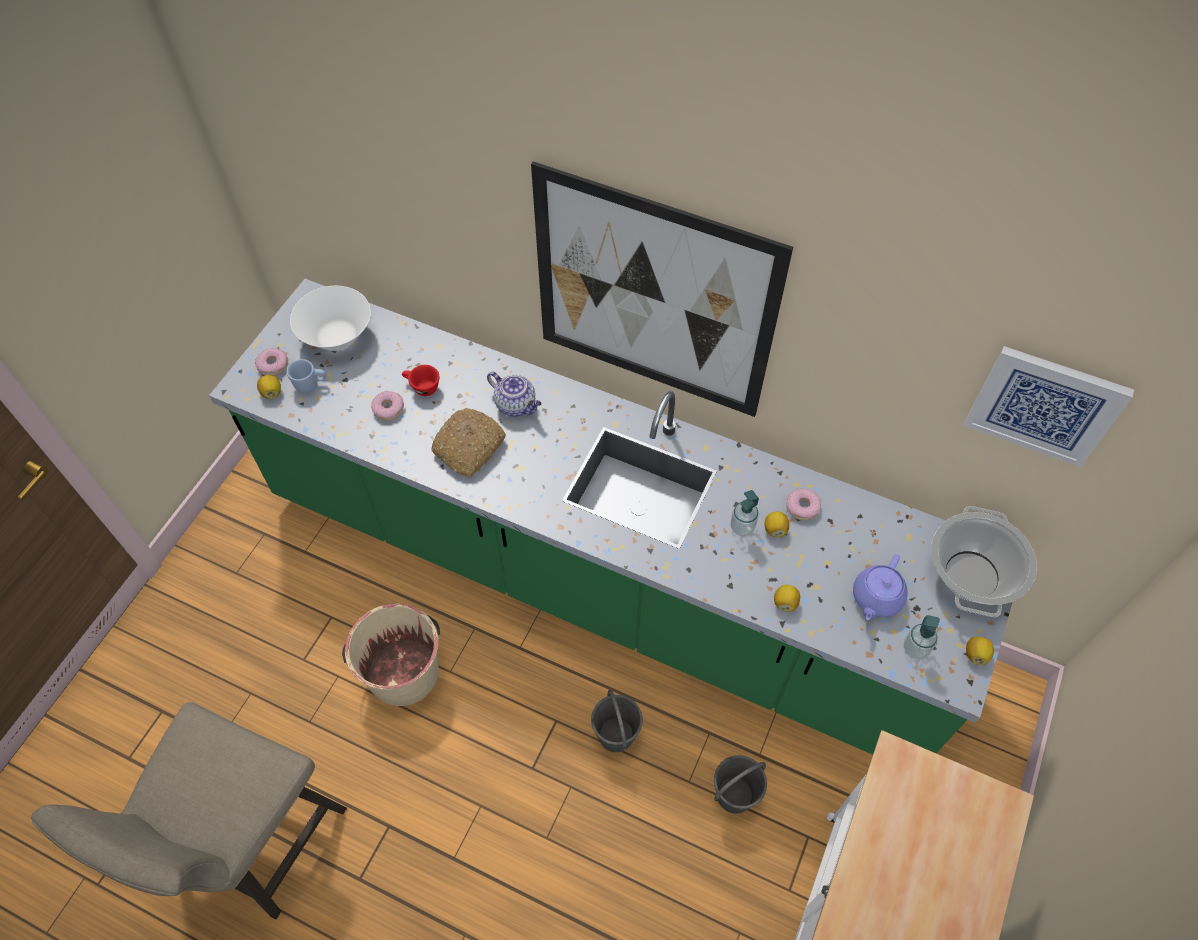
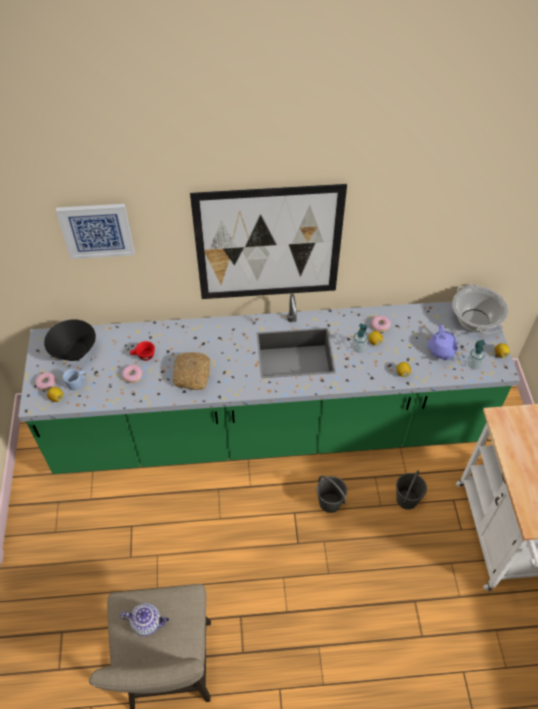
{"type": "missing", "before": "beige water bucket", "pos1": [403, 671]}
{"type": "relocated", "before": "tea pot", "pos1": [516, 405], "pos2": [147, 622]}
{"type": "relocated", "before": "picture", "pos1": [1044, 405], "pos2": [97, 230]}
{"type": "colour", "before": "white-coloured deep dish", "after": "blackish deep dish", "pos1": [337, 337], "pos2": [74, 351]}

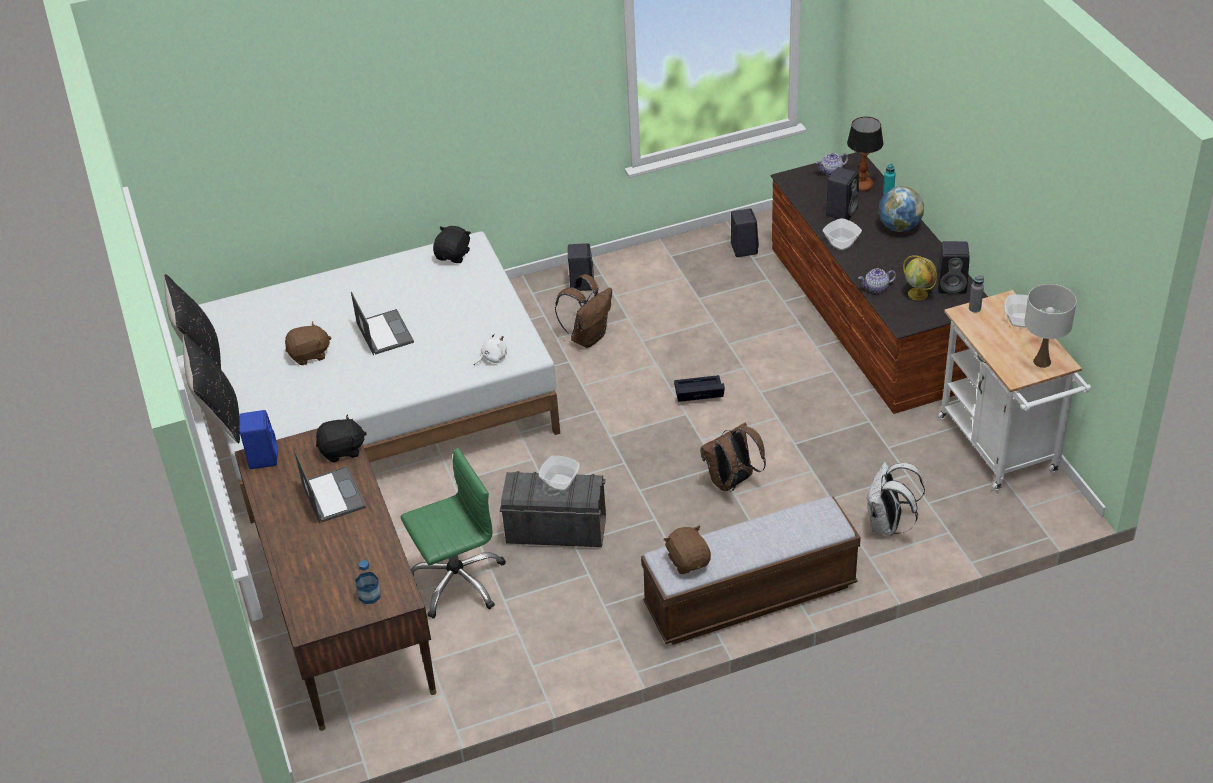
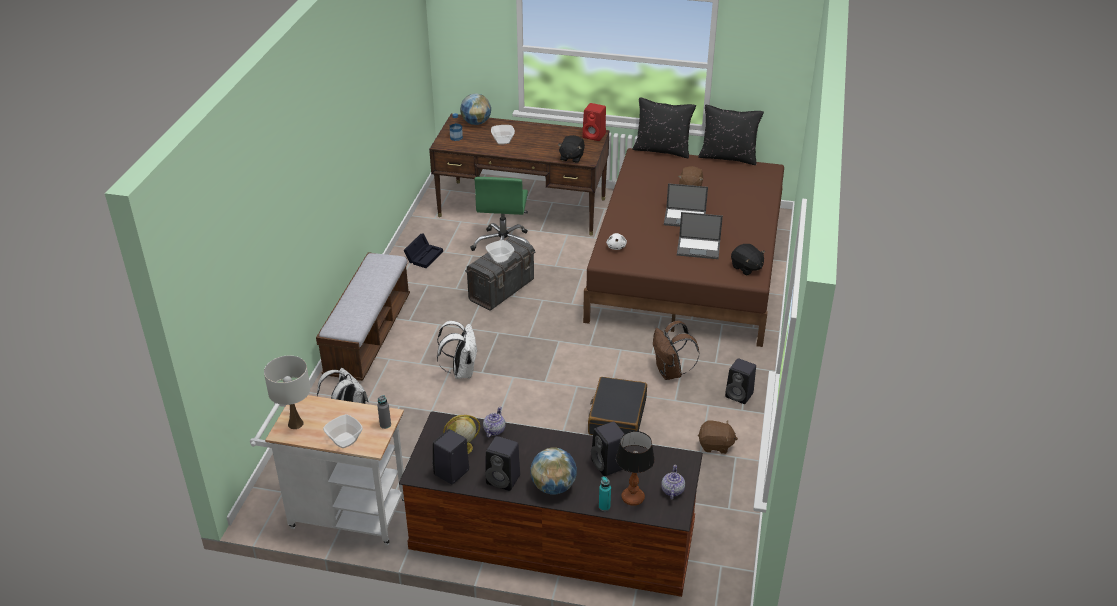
{"type": "appeared", "after": "desk globe", "pos2": [476, 123]}
{"type": "appeared", "after": "blackish piece of luggage", "pos2": [617, 416]}
{"type": "relocated", "before": "notebook computer", "pos1": [332, 495], "pos2": [699, 248]}
{"type": "relocated", "before": "brown-coloured cuddly toy", "pos1": [688, 561], "pos2": [715, 445]}
{"type": "relocated", "before": "blackish storage bin", "pos1": [698, 394], "pos2": [424, 256]}
{"type": "relocated", "before": "blackish loudspeaker", "pos1": [743, 248], "pos2": [504, 479]}
{"type": "relocated", "before": "deep dish", "pos1": [840, 243], "pos2": [503, 141]}
{"type": "colour", "before": "white-coloured sleeping bed", "after": "brown-coloured sleeping bed", "pos1": [377, 401], "pos2": [687, 266]}
{"type": "colour", "before": "blue loudspeaker", "after": "red-coloured loudspeaker", "pos1": [262, 457], "pos2": [595, 136]}
{"type": "colour", "before": "brown-coloured knapsack", "after": "white-coloured knapsack", "pos1": [732, 483], "pos2": [461, 371]}

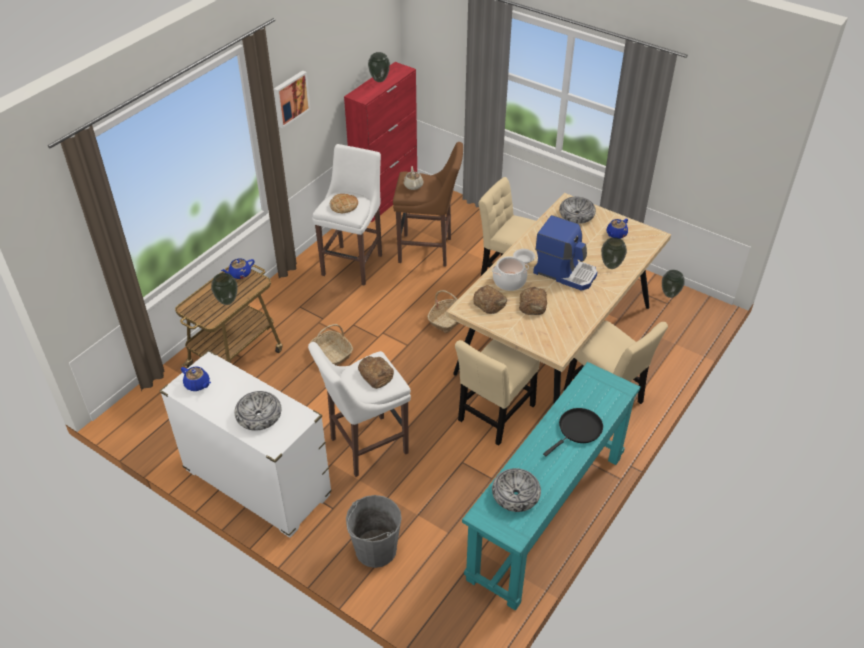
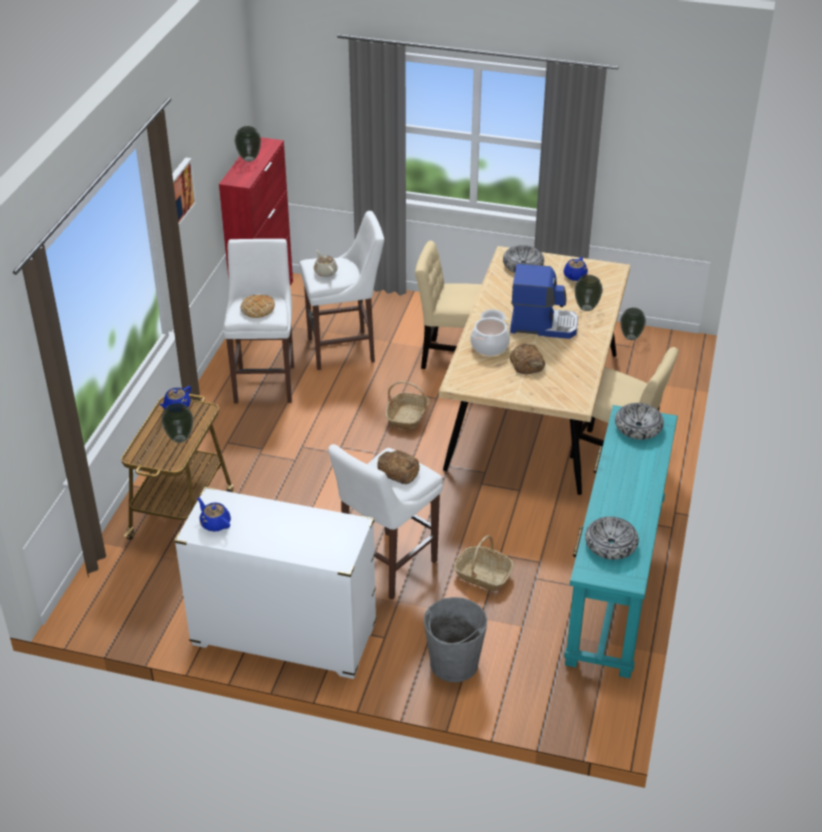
{"type": "missing", "before": "beige upright chair", "pos1": [494, 416]}
{"type": "missing", "before": "baked bread", "pos1": [489, 302]}
{"type": "missing", "before": "blackish frying pan", "pos1": [578, 430]}
{"type": "relocated", "before": "deep dish", "pos1": [259, 415], "pos2": [638, 427]}
{"type": "relocated", "before": "storage basket", "pos1": [331, 353], "pos2": [483, 575]}
{"type": "colour", "before": "brown-coloured stool seat", "after": "white-coloured stool seat", "pos1": [428, 250], "pos2": [345, 350]}
{"type": "spun", "before": "blue tea pot", "pos1": [197, 384], "pos2": [215, 523], "turn": -150}

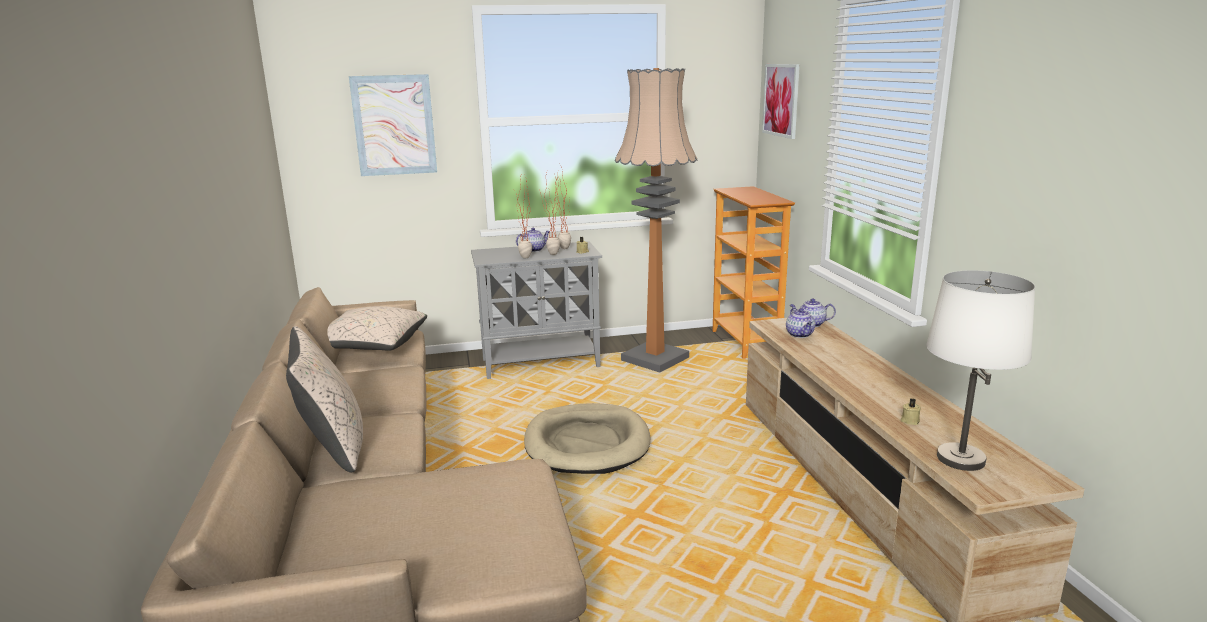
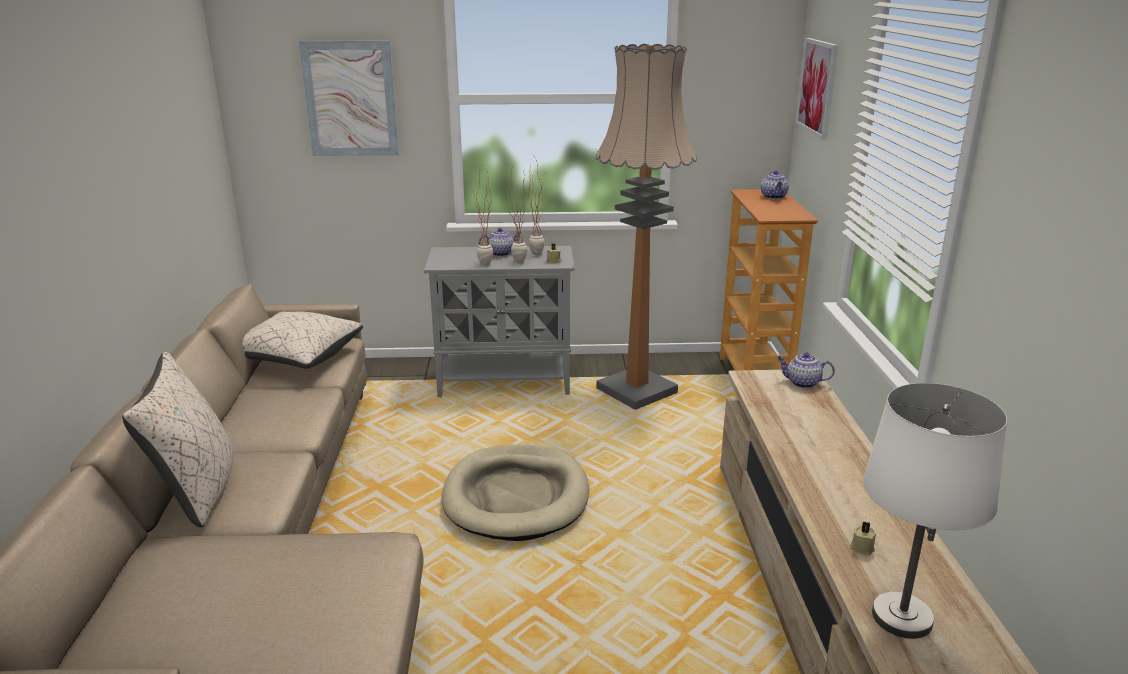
{"type": "relocated", "before": "tea pot", "pos1": [800, 335], "pos2": [774, 197]}

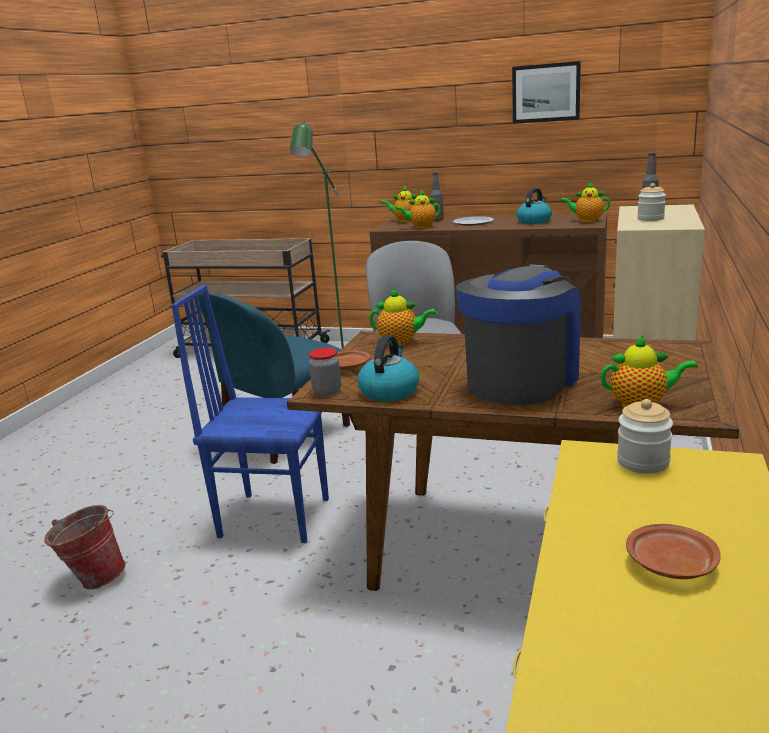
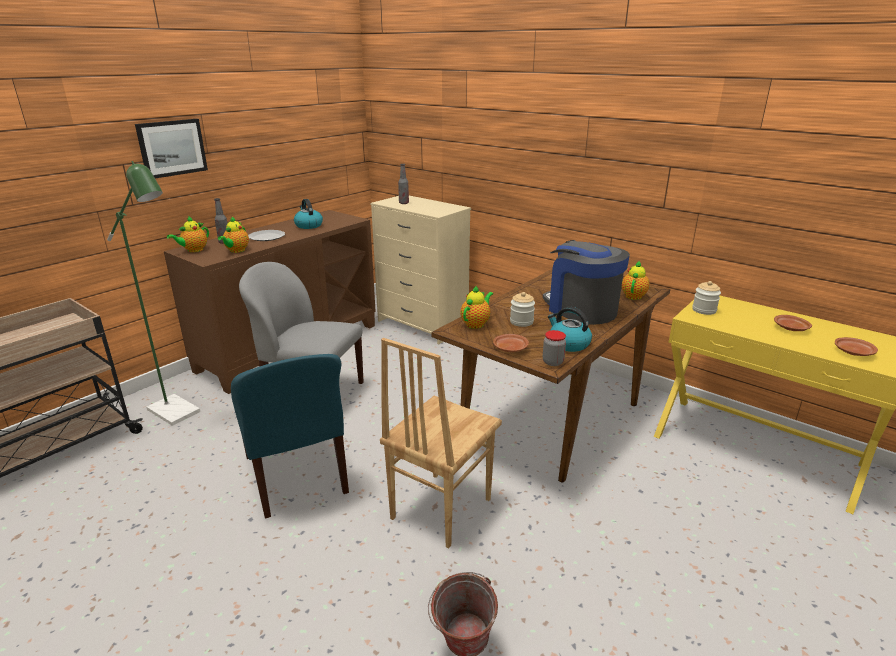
{"type": "missing", "before": "tea pot", "pos1": [586, 220]}
{"type": "appeared", "after": "brown-coloured plate", "pos2": [853, 352]}
{"type": "relocated", "before": "picture", "pos1": [546, 93], "pos2": [172, 148]}
{"type": "relocated", "before": "jar", "pos1": [650, 219], "pos2": [521, 322]}
{"type": "colour", "before": "blue upright chair", "after": "brown-coloured upright chair", "pos1": [274, 516], "pos2": [439, 508]}

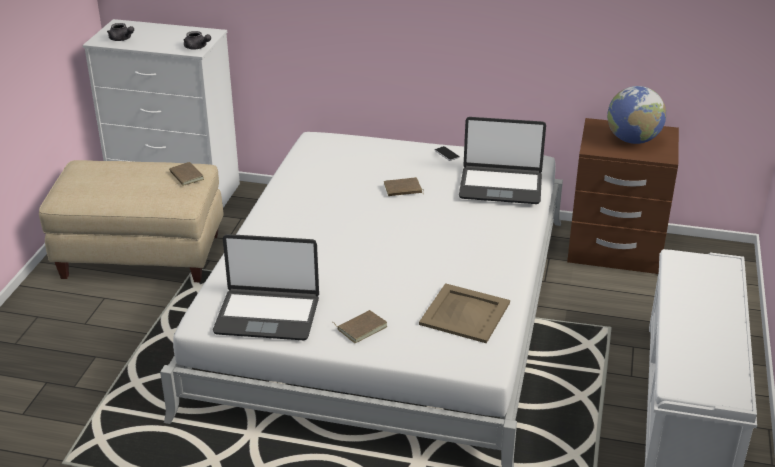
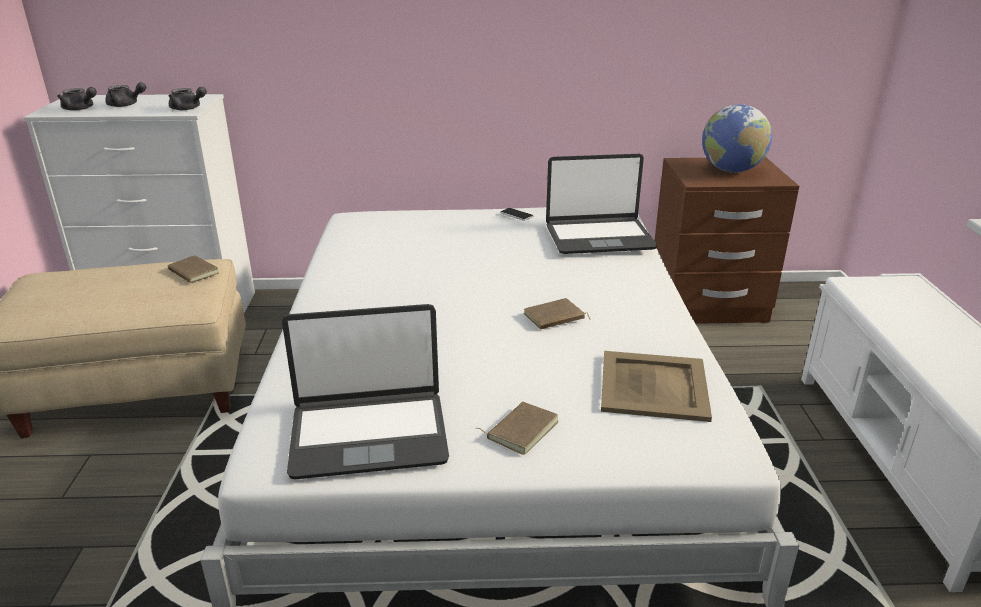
{"type": "appeared", "after": "grey tea pot", "pos2": [126, 105]}
{"type": "relocated", "before": "brown-coloured book", "pos1": [403, 190], "pos2": [554, 318]}

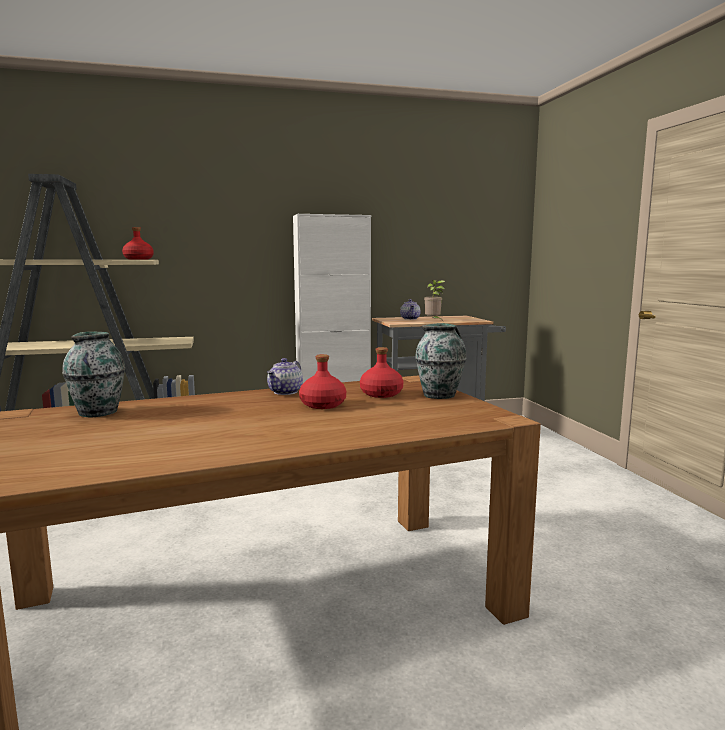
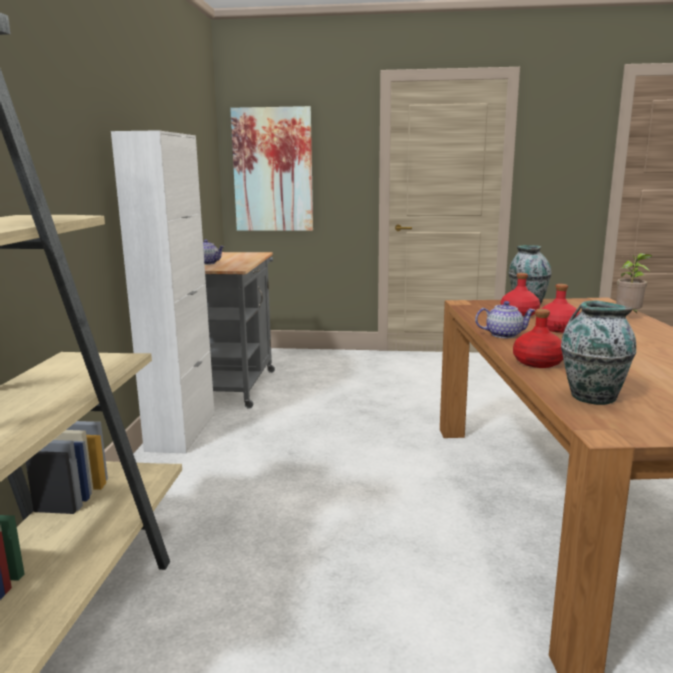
{"type": "appeared", "after": "picture", "pos2": [273, 170]}
{"type": "relocated", "before": "red-coloured drink bottle", "pos1": [139, 259], "pos2": [538, 362]}
{"type": "relocated", "before": "plant in a pot", "pos1": [433, 321], "pos2": [629, 316]}
{"type": "spun", "before": "tea pot", "pos1": [285, 392], "pos2": [504, 335], "turn": -45}

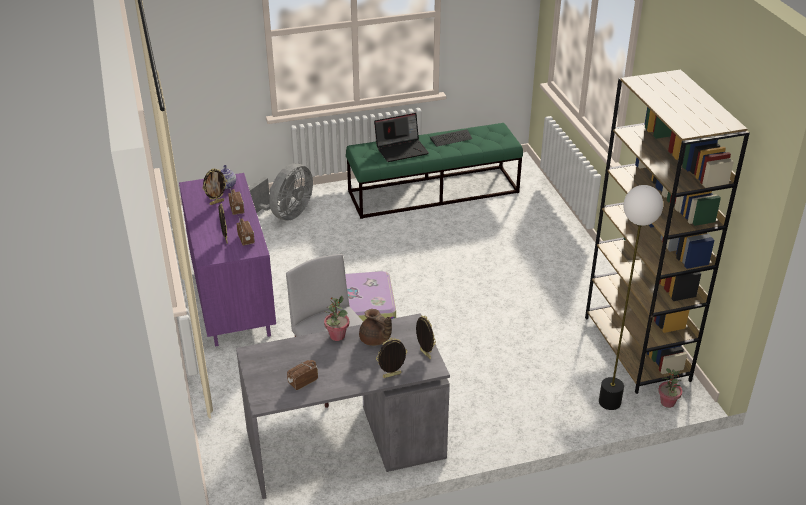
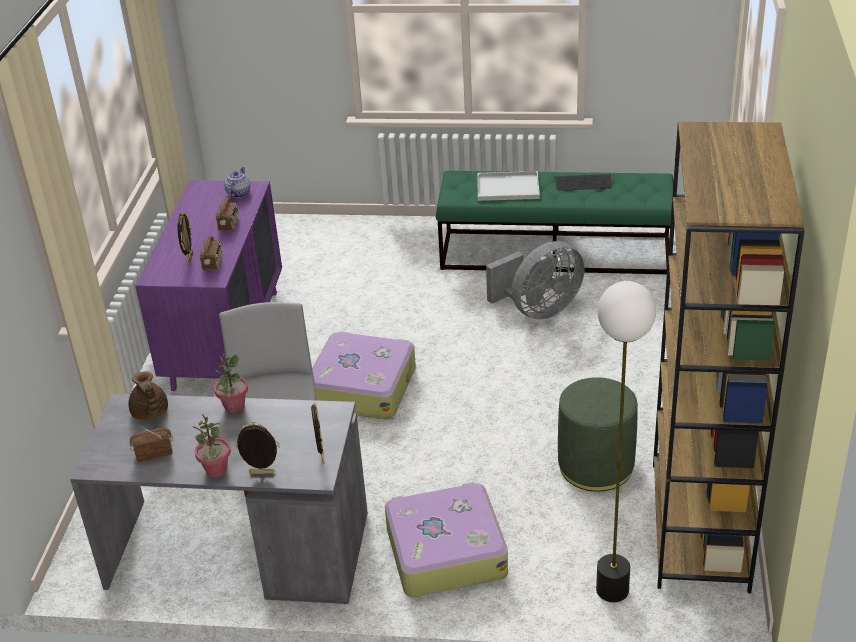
{"type": "missing", "before": "picture frame", "pos1": [216, 202]}
{"type": "appeared", "after": "piece of luggage", "pos2": [445, 551]}
{"type": "appeared", "after": "green-coloured footrest", "pos2": [596, 466]}
{"type": "relocated", "before": "grey fan", "pos1": [286, 214], "pos2": [539, 310]}
{"type": "relocated", "before": "brown-coloured tea pot", "pos1": [375, 340], "pos2": [150, 413]}
{"type": "relocated", "before": "plant in a pot", "pos1": [667, 403], "pos2": [216, 470]}
{"type": "exchanged", "before": "notebook computer", "after": "white-coloured serving tray", "pos1": [402, 149], "pos2": [509, 187]}

